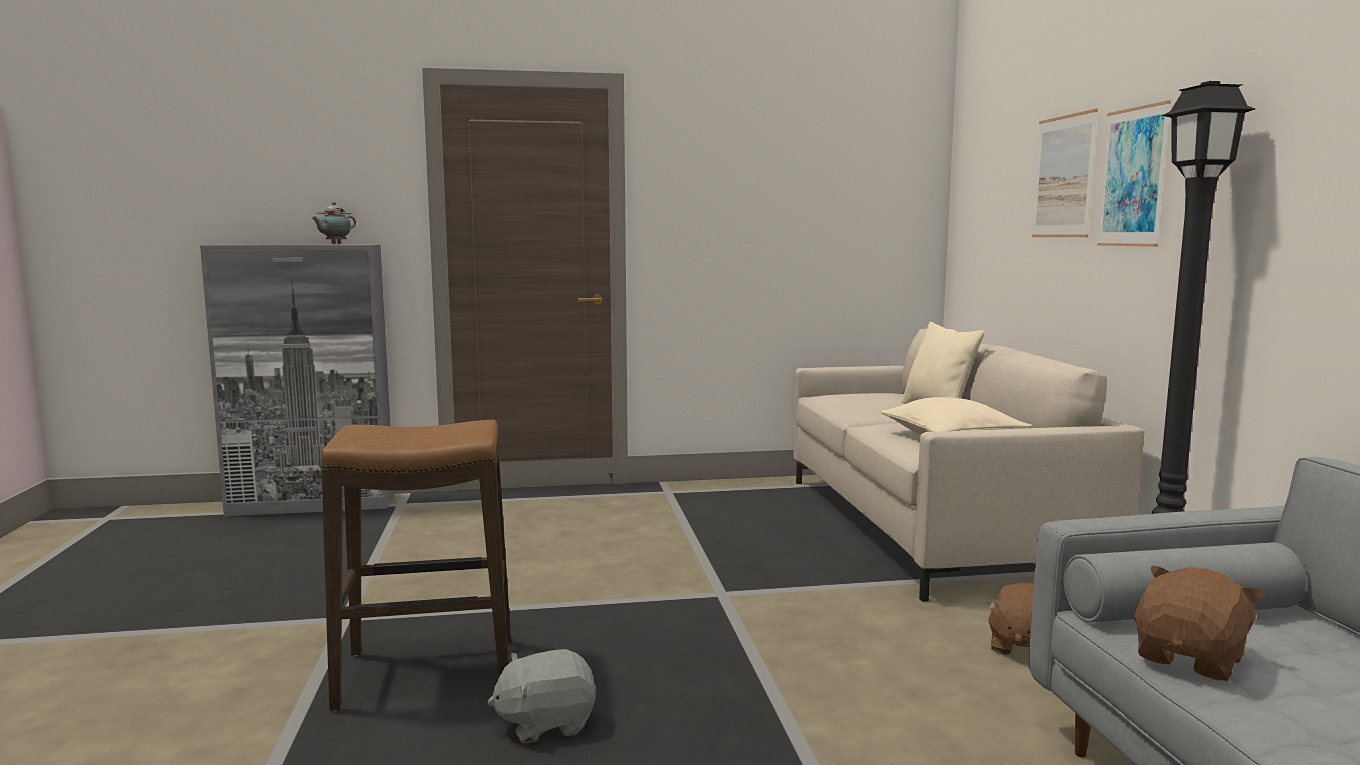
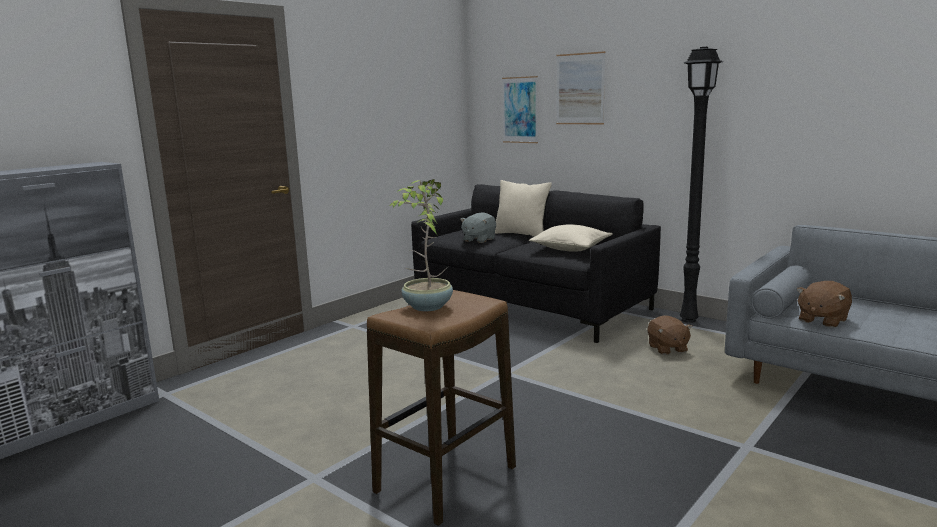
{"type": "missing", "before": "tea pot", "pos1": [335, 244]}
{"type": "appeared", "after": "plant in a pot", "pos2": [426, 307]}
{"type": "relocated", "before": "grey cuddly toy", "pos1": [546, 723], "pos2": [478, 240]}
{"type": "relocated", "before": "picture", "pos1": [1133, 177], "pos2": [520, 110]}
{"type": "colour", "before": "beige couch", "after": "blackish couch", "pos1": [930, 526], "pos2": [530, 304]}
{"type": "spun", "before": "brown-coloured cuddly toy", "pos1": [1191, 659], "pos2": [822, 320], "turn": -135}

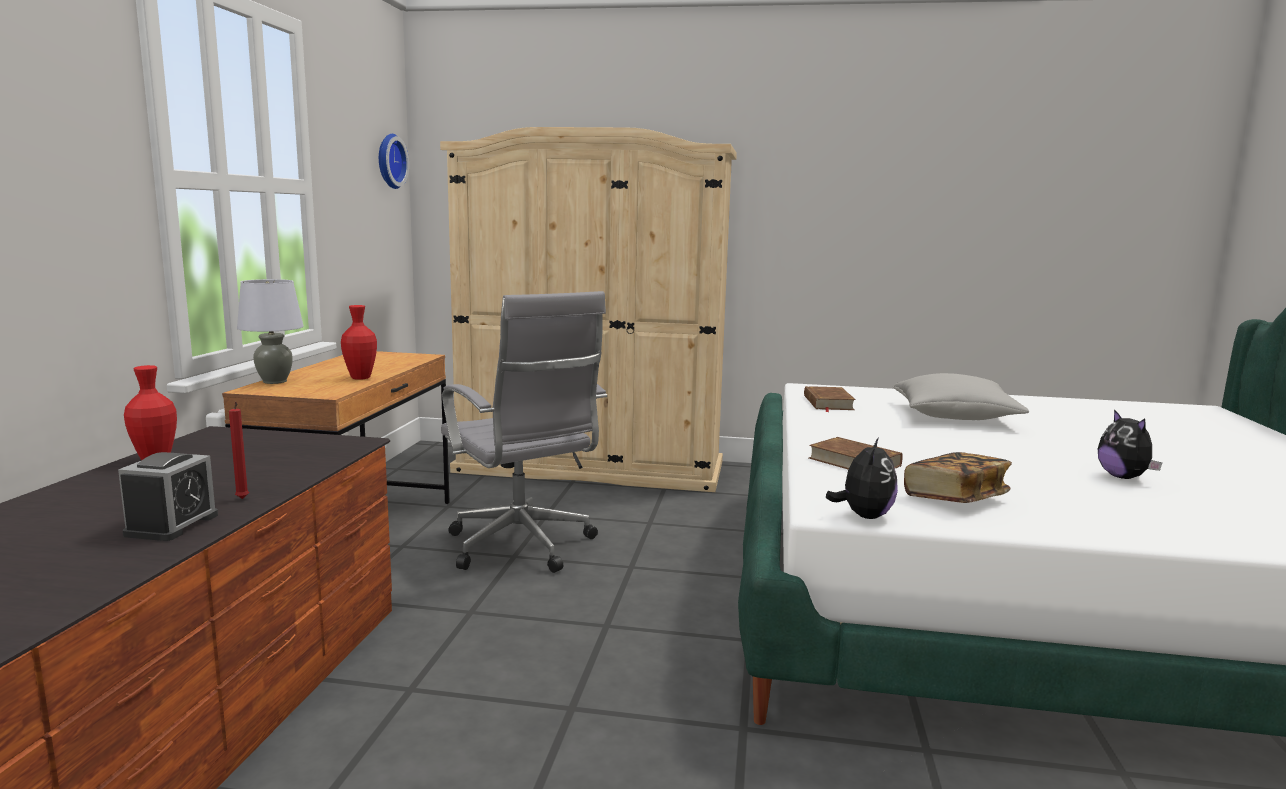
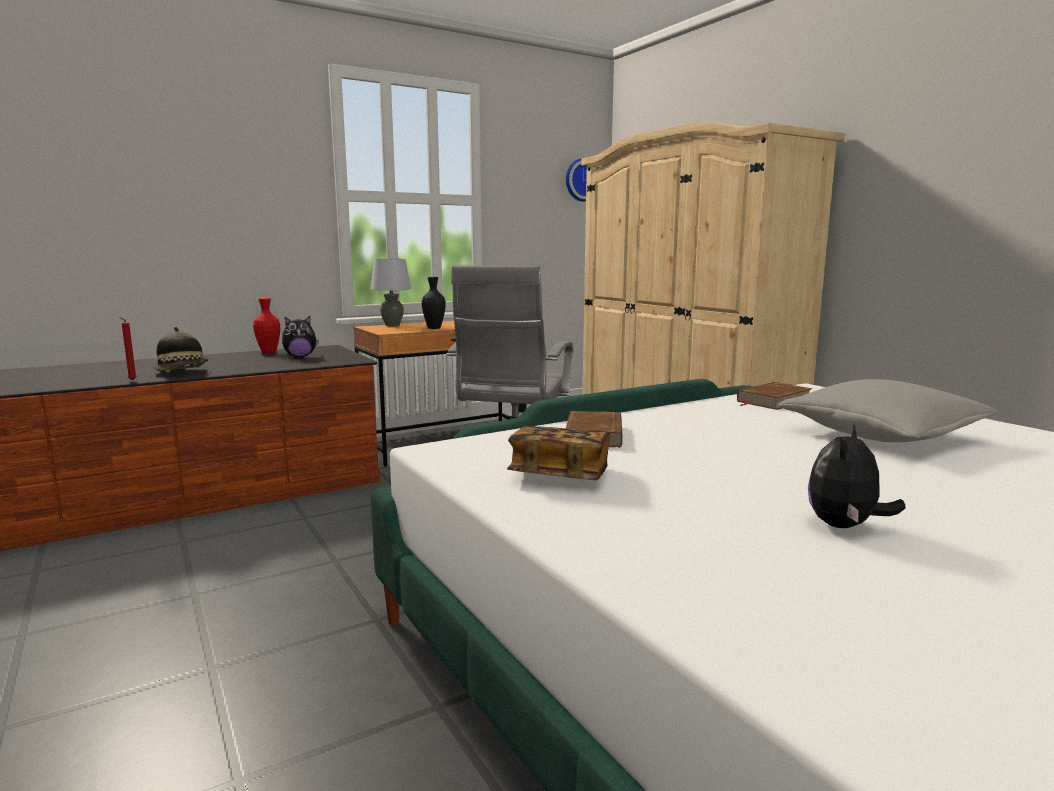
{"type": "relocated", "before": "red-coloured wax light", "pos1": [242, 499], "pos2": [131, 380]}
{"type": "relocated", "before": "cuddly toy", "pos1": [864, 516], "pos2": [300, 356]}
{"type": "exchanged", "before": "table clock", "after": "wearable hat", "pos1": [172, 525], "pos2": [183, 372]}
{"type": "colour", "before": "red-coloured flower vase", "after": "blackish flower vase", "pos1": [360, 378], "pos2": [434, 328]}

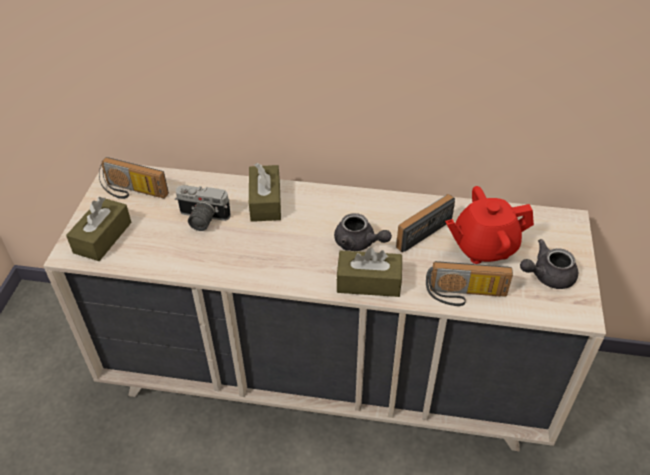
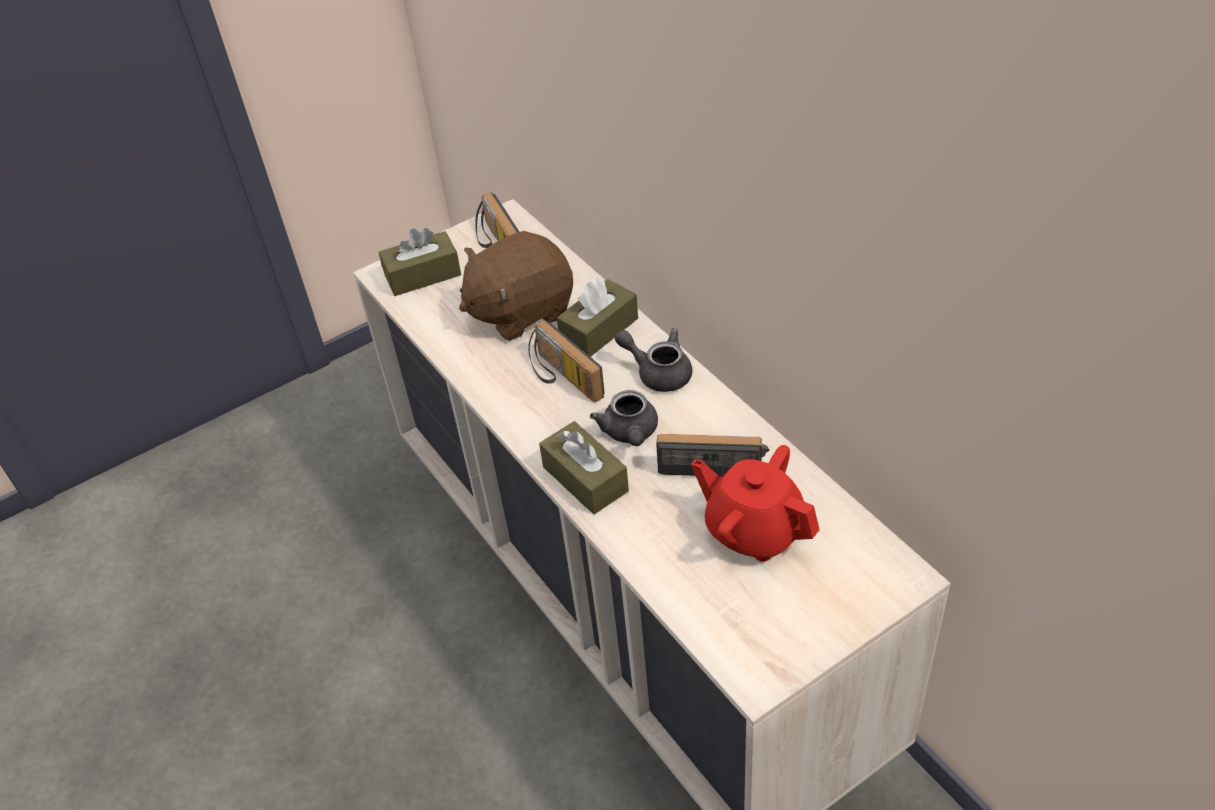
{"type": "relocated", "before": "radio set", "pos1": [465, 295], "pos2": [562, 378]}
{"type": "relocated", "before": "grey tea pot", "pos1": [547, 276], "pos2": [658, 372]}
{"type": "exchanged", "before": "still camera", "after": "brown-coloured cuddly toy", "pos1": [201, 219], "pos2": [520, 311]}

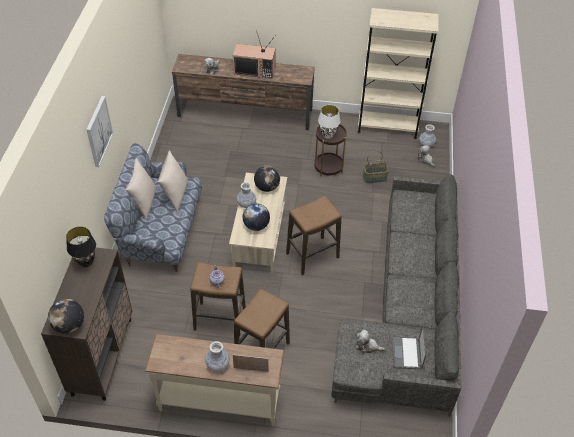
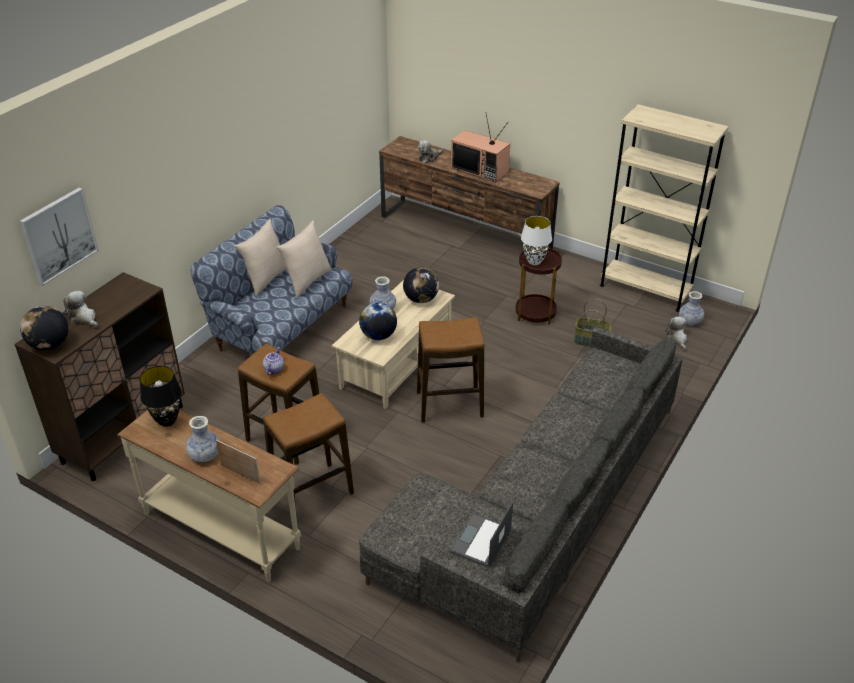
{"type": "relocated", "before": "blackish lamp for a table", "pos1": [86, 263], "pos2": [167, 421]}
{"type": "relocated", "before": "picture", "pos1": [98, 131], "pos2": [59, 235]}
{"type": "relocated", "before": "cuddly toy", "pos1": [367, 346], "pos2": [84, 318]}

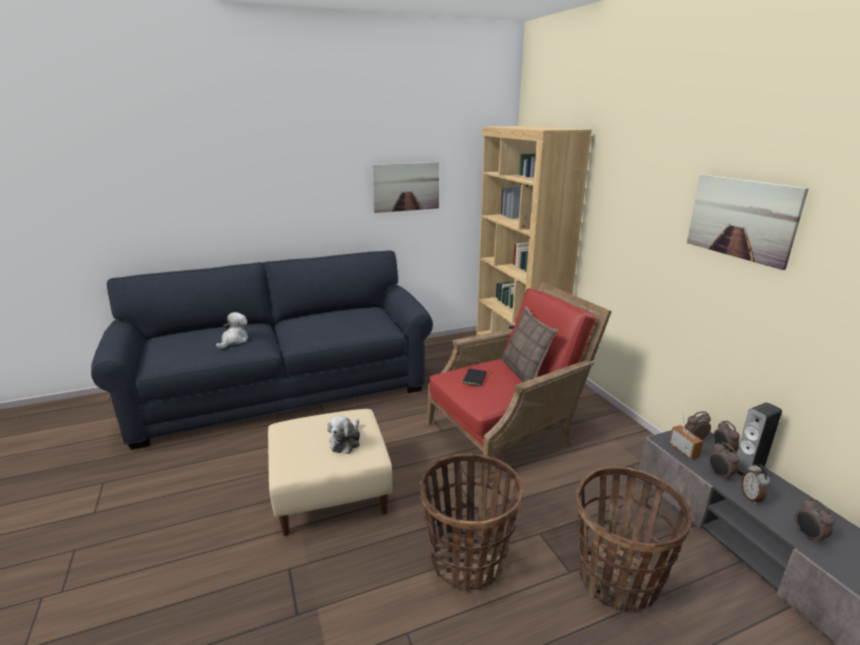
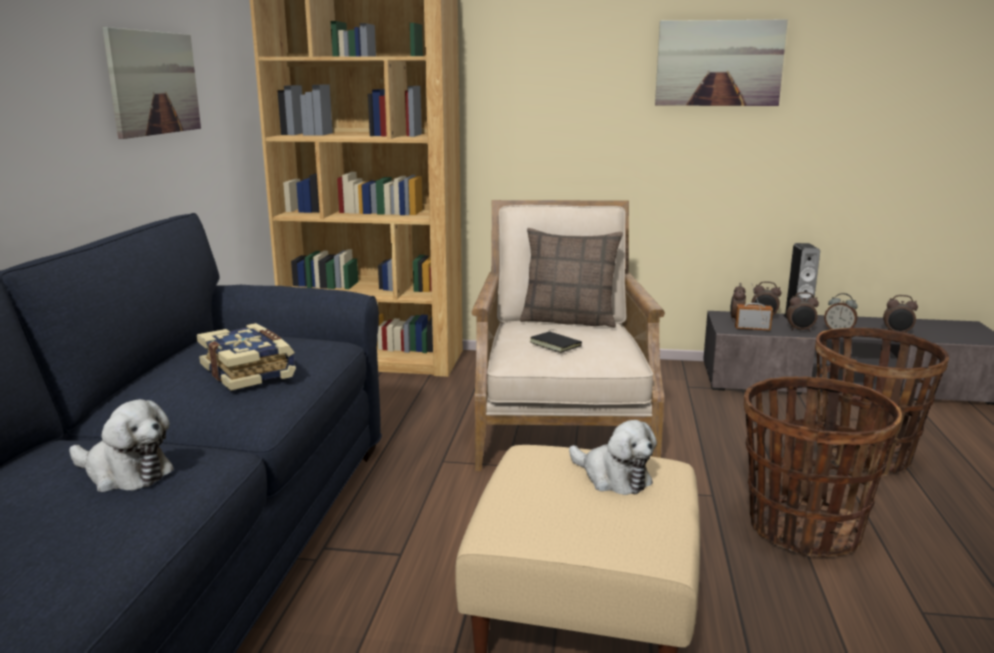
{"type": "appeared", "after": "book", "pos2": [249, 371]}
{"type": "colour", "before": "red-coloured armchair", "after": "beige armchair", "pos1": [508, 432], "pos2": [560, 424]}
{"type": "spun", "before": "cuddly toy", "pos1": [234, 341], "pos2": [124, 473], "turn": 150}

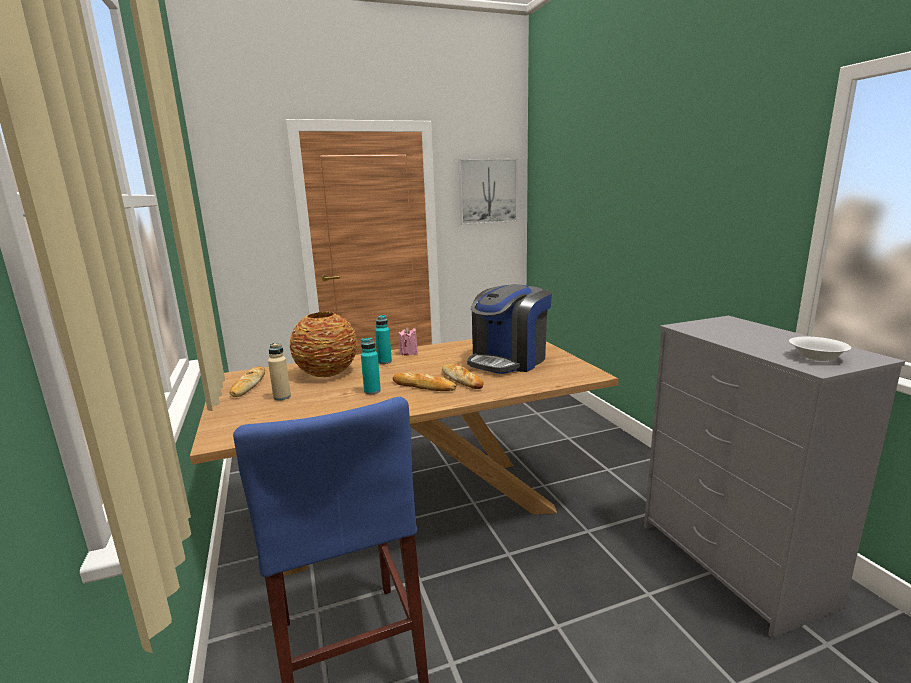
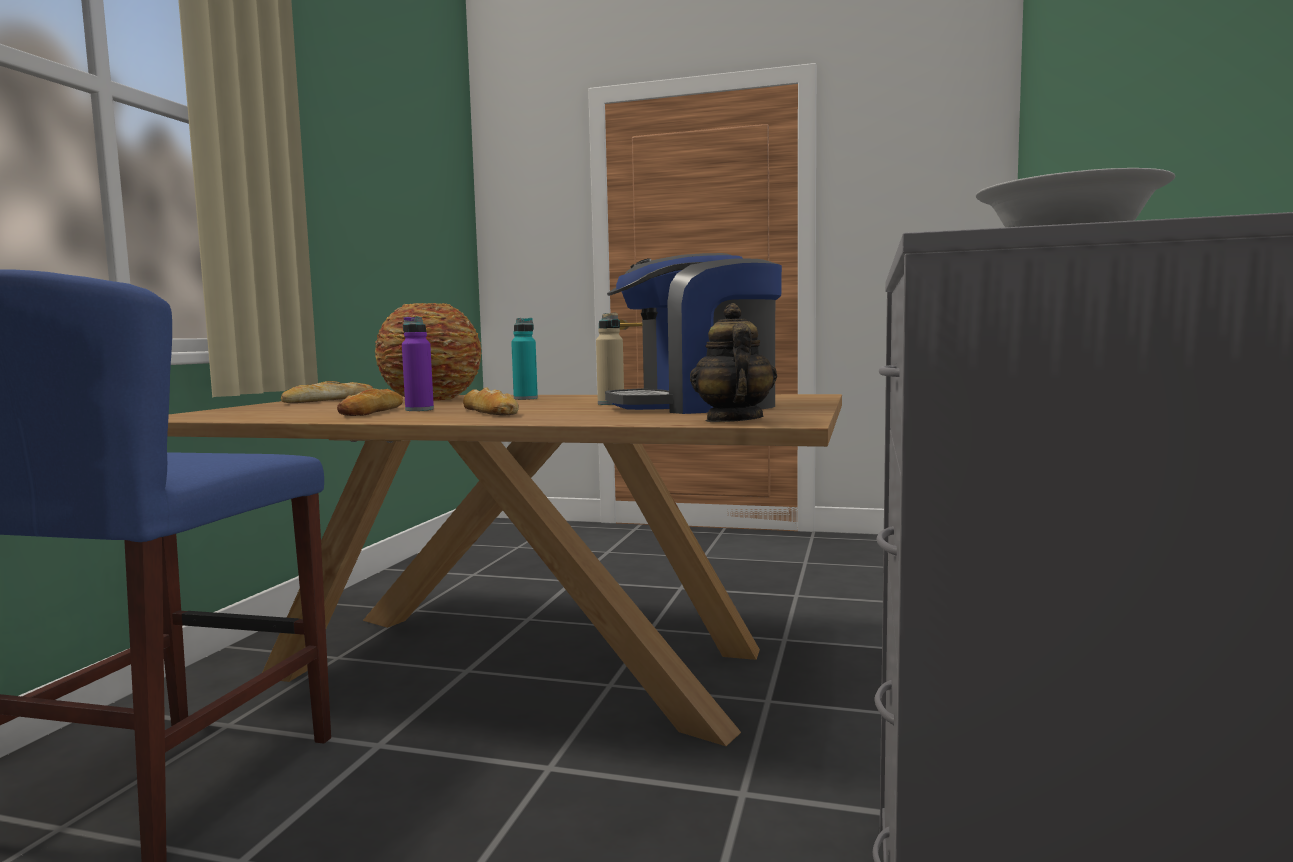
{"type": "missing", "before": "pink-coloured wax light", "pos1": [408, 353]}
{"type": "missing", "before": "picture", "pos1": [488, 191]}
{"type": "appeared", "after": "tea pot", "pos2": [733, 420]}
{"type": "relocated", "before": "beige drink bottle", "pos1": [282, 397], "pos2": [611, 404]}
{"type": "relocated", "before": "baked bread", "pos1": [461, 380], "pos2": [373, 411]}
{"type": "colour", "before": "turquoise-coloured drink bottle", "after": "purplish drink bottle", "pos1": [372, 391], "pos2": [419, 410]}

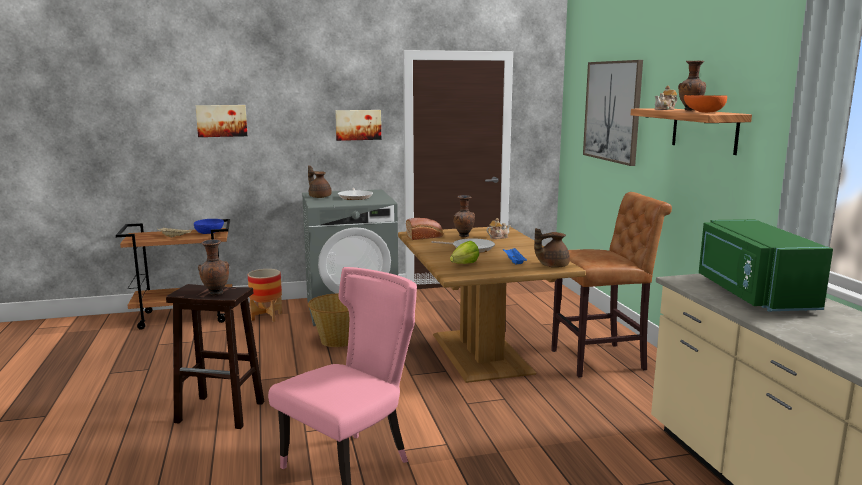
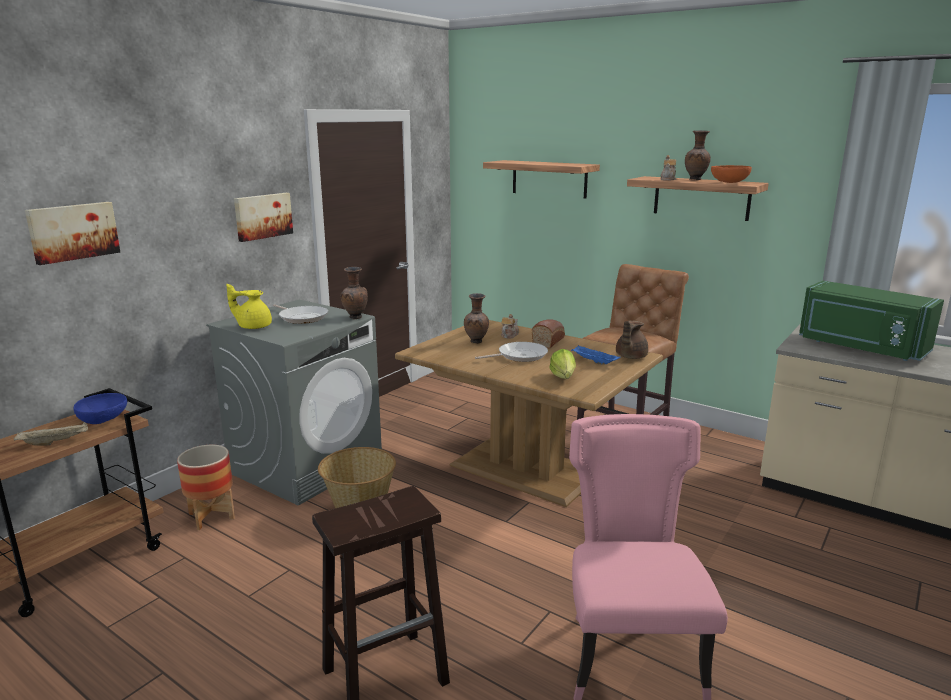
{"type": "relocated", "before": "brown-coloured flower vase", "pos1": [215, 293], "pos2": [355, 318]}
{"type": "relocated", "before": "baked bread", "pos1": [425, 237], "pos2": [549, 341]}
{"type": "exchanged", "before": "picture", "after": "bracket shelf", "pos1": [612, 111], "pos2": [549, 179]}
{"type": "colour", "before": "brown-coloured tea pot", "after": "yellowish tea pot", "pos1": [319, 197], "pos2": [253, 326]}

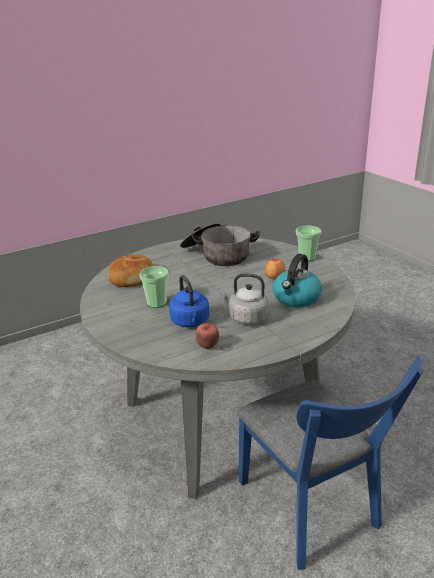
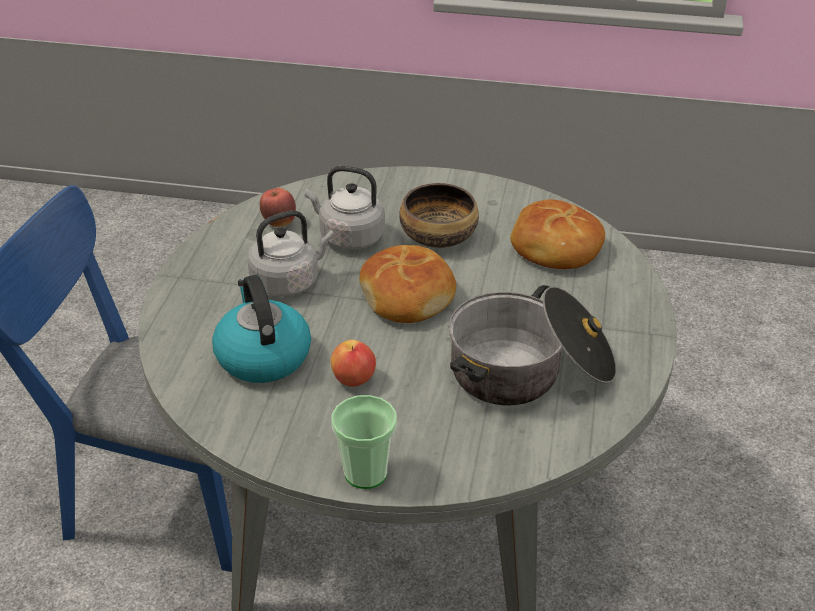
{"type": "appeared", "after": "baked bread", "pos2": [408, 296]}
{"type": "exchanged", "before": "small cup", "after": "deep dish", "pos1": [157, 303], "pos2": [438, 235]}
{"type": "colour", "before": "blue tea kettle", "after": "grey tea kettle", "pos1": [190, 322], "pos2": [348, 237]}

